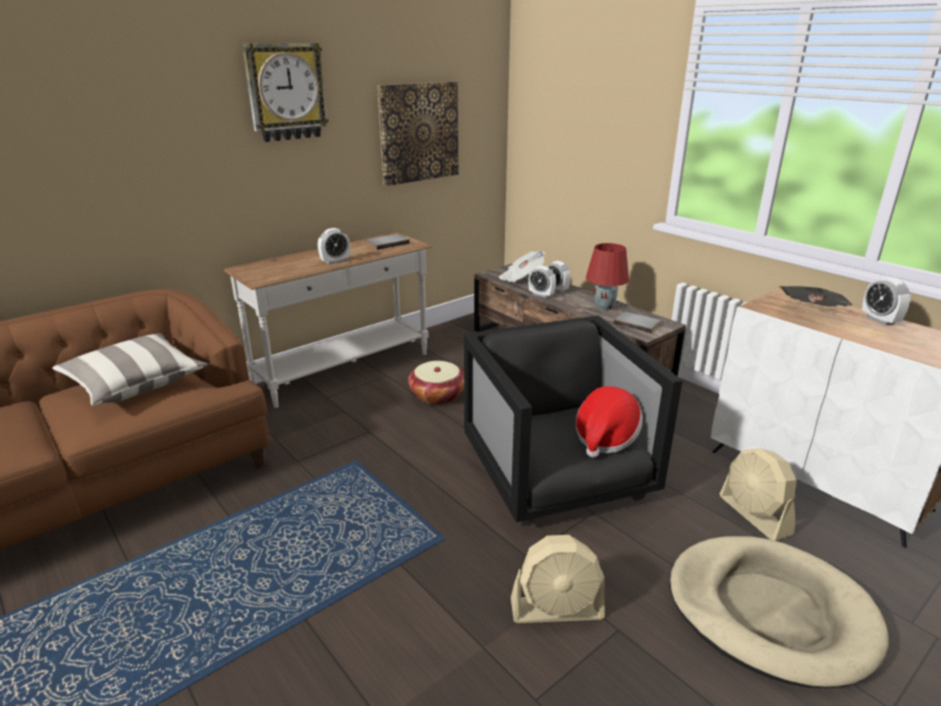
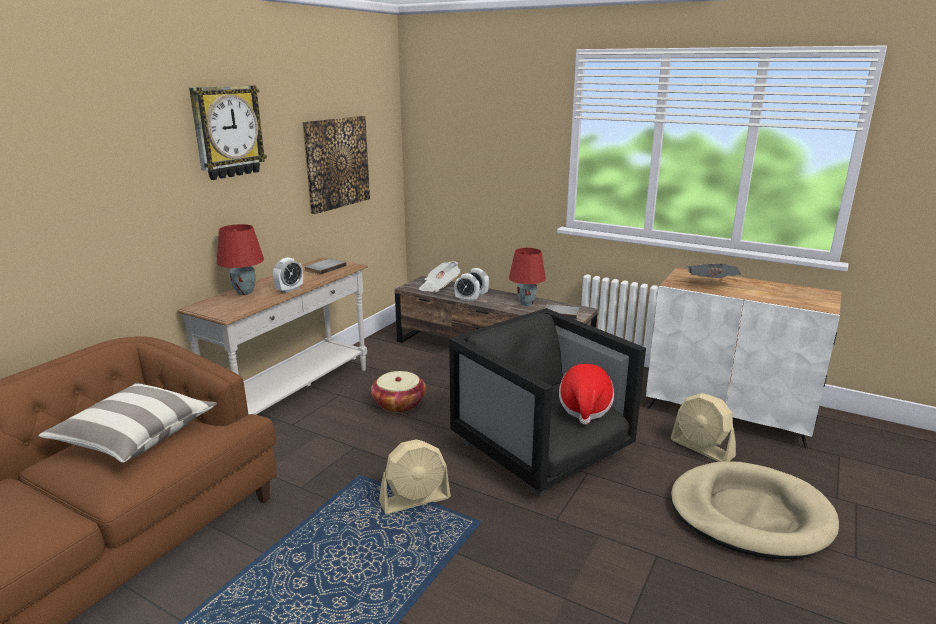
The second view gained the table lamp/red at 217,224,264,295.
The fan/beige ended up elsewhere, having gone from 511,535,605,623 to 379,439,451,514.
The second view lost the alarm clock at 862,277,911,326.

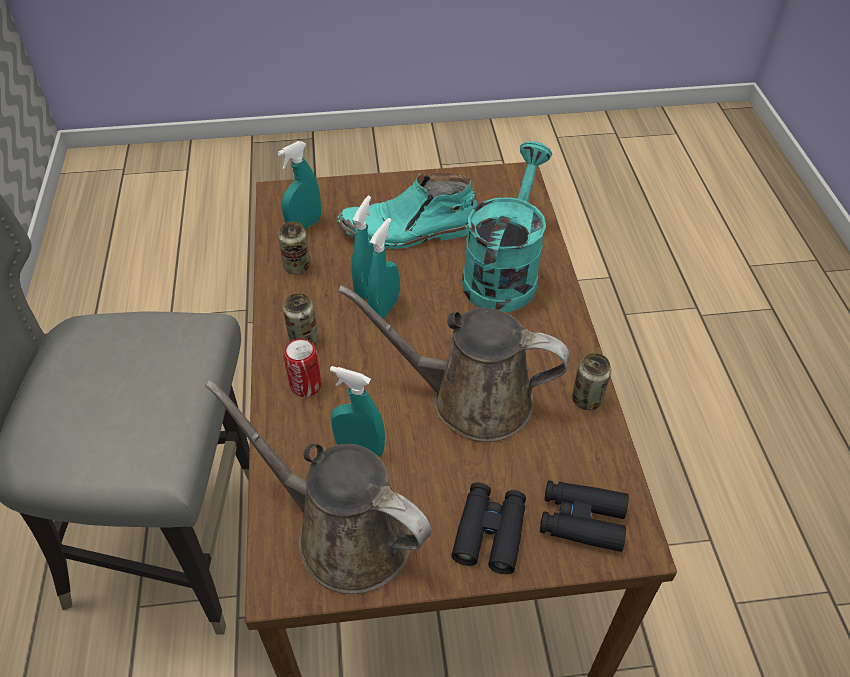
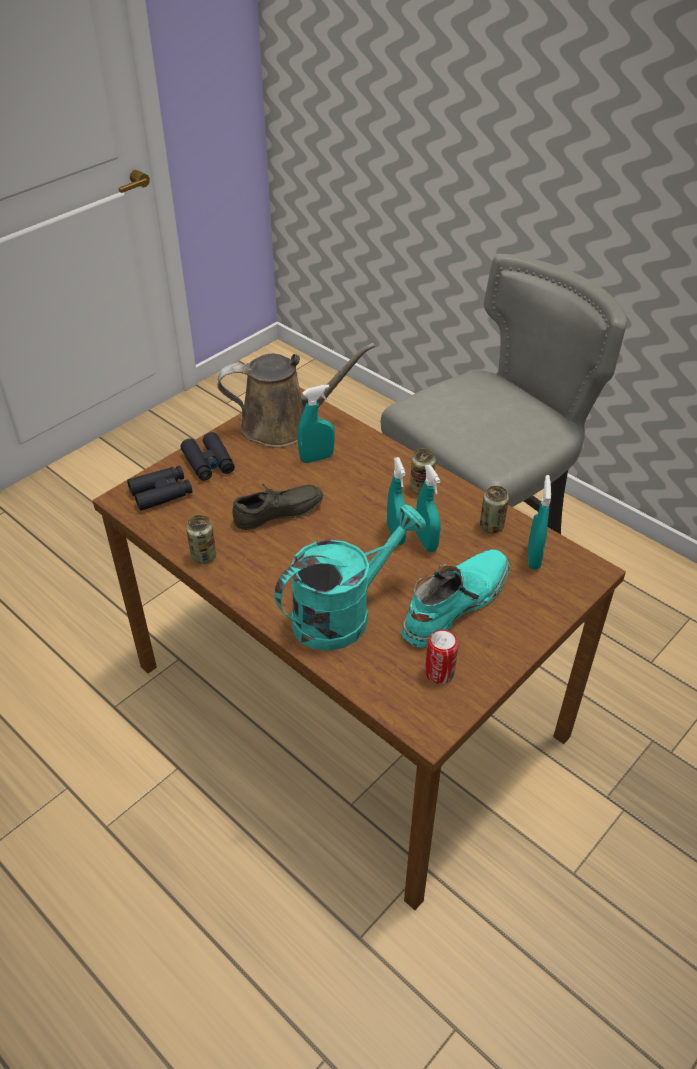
Where the watering can/brown stood at 338,285,570,442, the shoe/grey came to stand at 232,483,323,530.
The watering can/turquoise at 462,141,552,312 ended up facing another way, 105 degrees counterclockwise from before.
The can ended up elsewhere, having gone from 284,338,321,397 to 425,629,458,684.

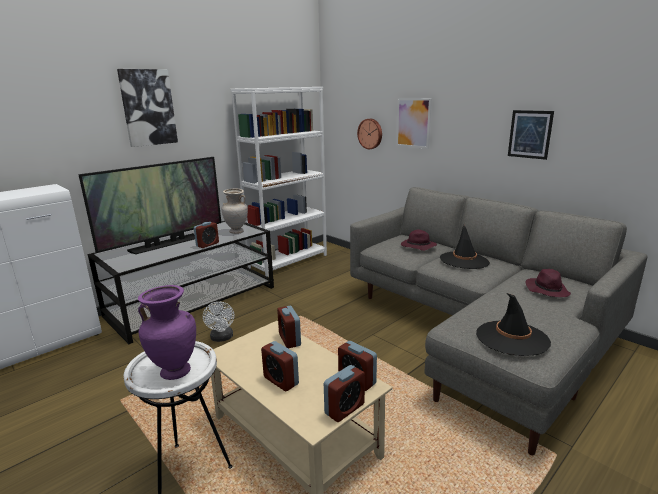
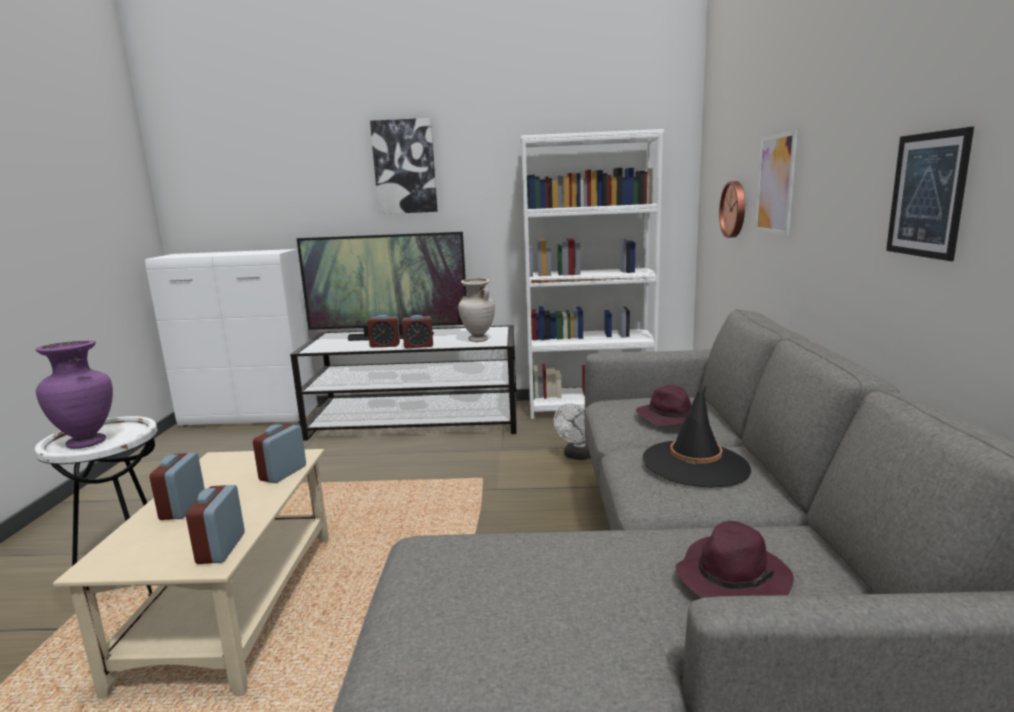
The alarm clock ended up elsewhere, having gone from 324,365,365,422 to 367,315,400,348.
The fan/white ended up elsewhere, having gone from 203,302,234,342 to 554,403,591,460.
The second view lost the hat/black at 476,293,551,356.

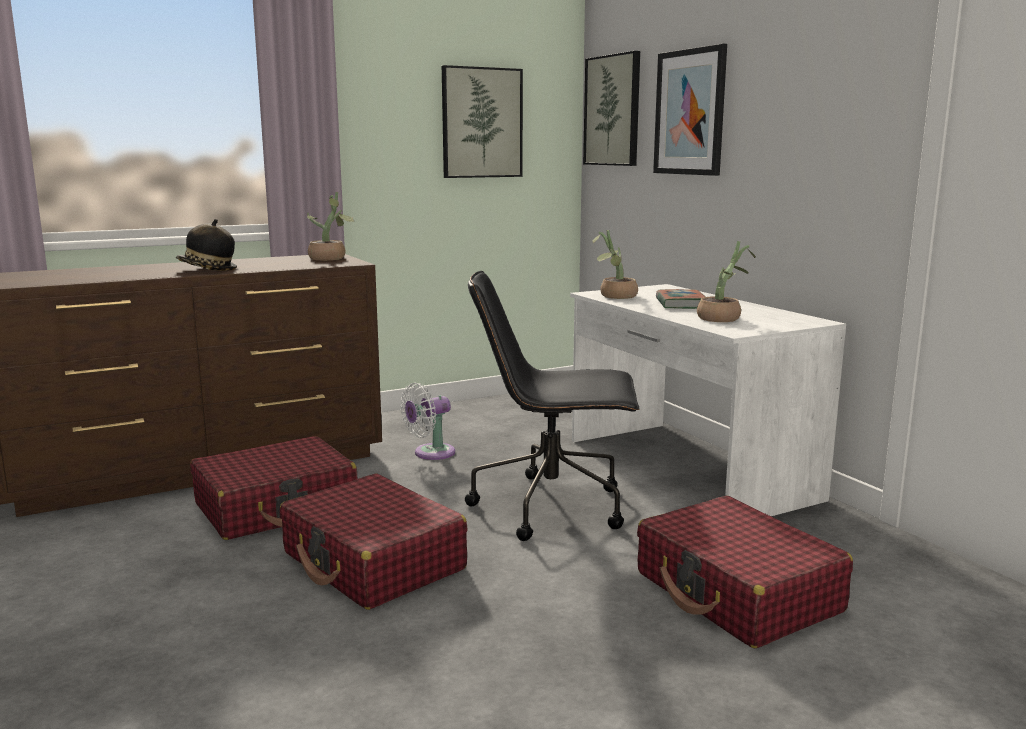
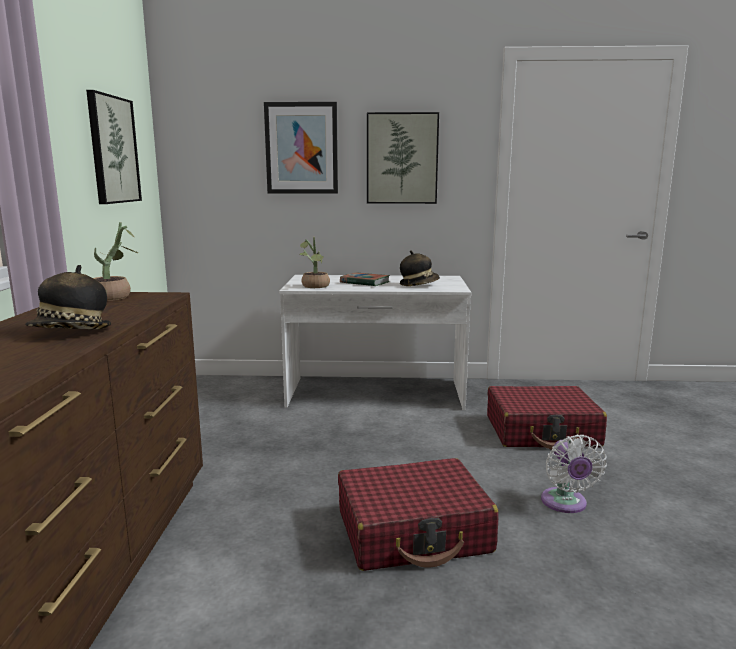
The picture ended up elsewhere, having gone from 583,51,640,166 to 367,112,439,204.
Where the potted plant stood at 697,241,756,322, the hat came to stand at 400,250,440,286.
The fan/white ended up elsewhere, having gone from 401,383,455,460 to 541,435,607,513.
The second view lost the suitcase/red at 190,436,358,540.
The second view lost the office chair/black at 465,271,640,541.

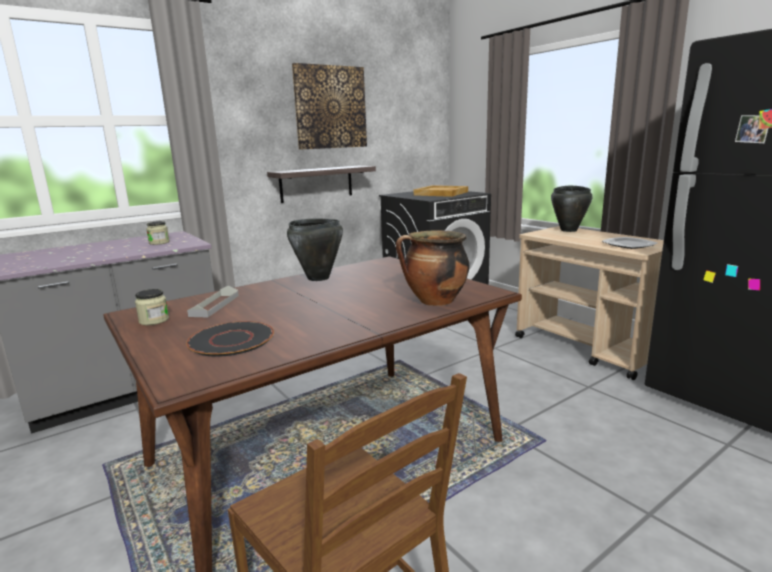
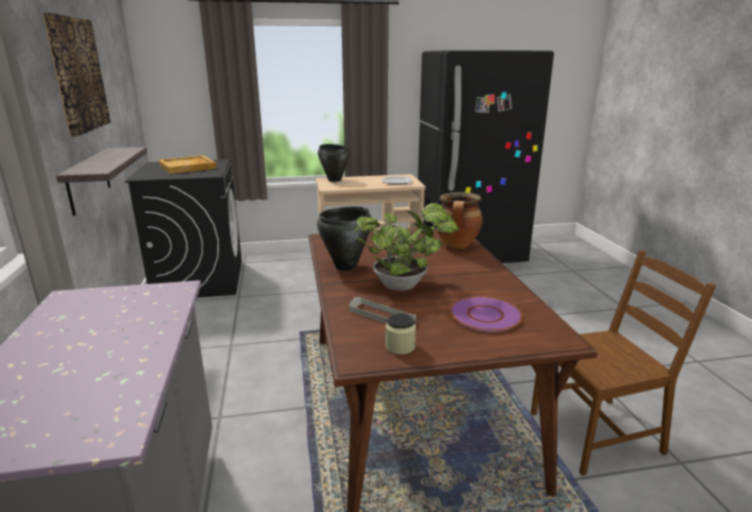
The second view gained the potted plant at 354,203,459,291.
What was the plate/black at 186,321,274,357 turned into the plate/purple at 450,296,522,332.
The second view lost the jar at 146,221,170,245.

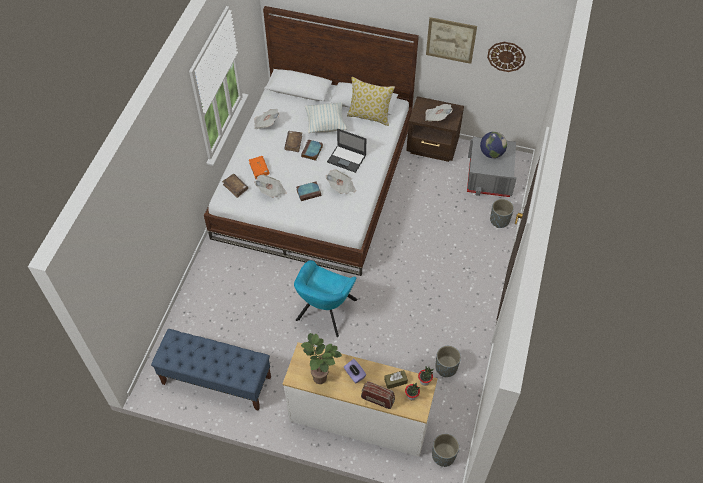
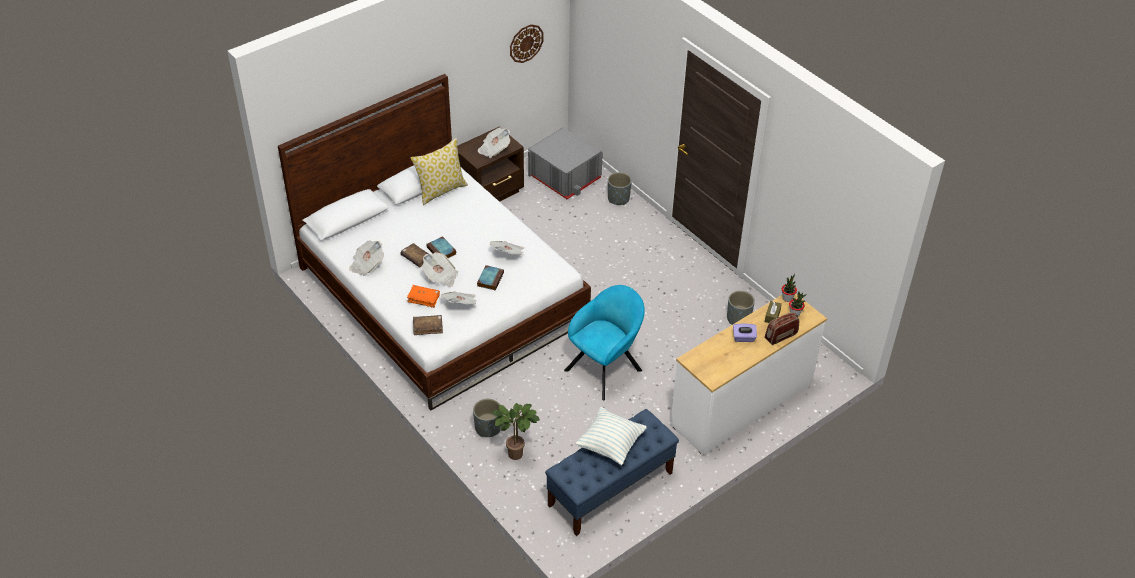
The second view gained the newspaper at 422,253,458,287.
The planter/grey ended up elsewhere, having gone from 432,434,459,467 to 473,399,501,437.
The potted plant ended up elsewhere, having gone from 301,333,342,384 to 492,403,540,460.
The armchair/turquoise at 294,260,358,337 ended up facing another way, 105 degrees counterclockwise from before.
The pillow ended up elsewhere, having gone from 305,102,347,133 to 575,407,647,465.
The second view lost the laptop at 327,128,366,173.
The second view lost the picture at 426,17,477,64.
The second view lost the globe at 480,132,507,158.

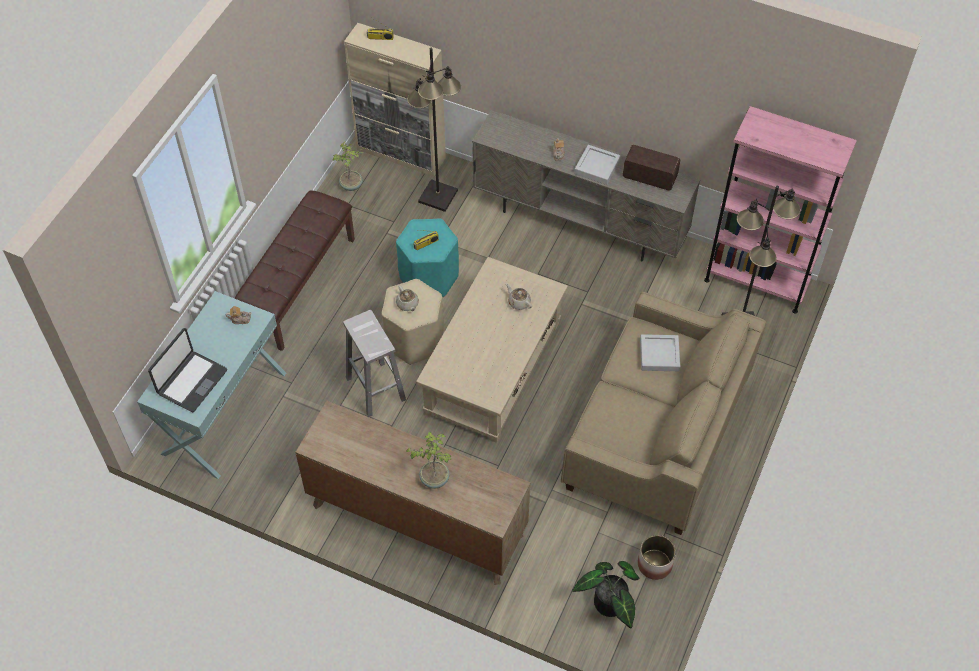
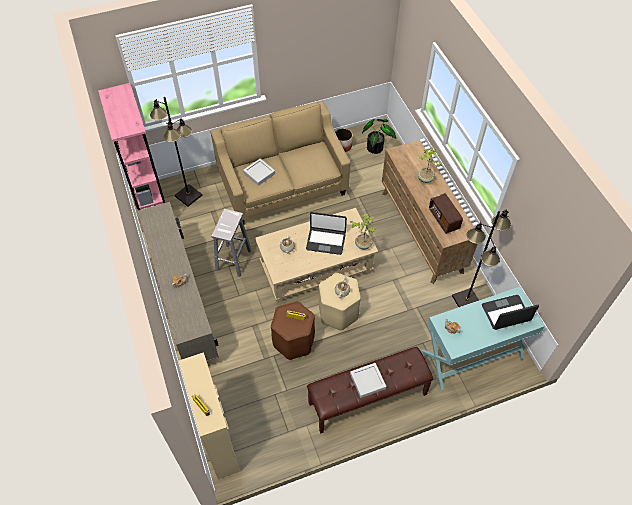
The stool/white ended up elsewhere, having gone from 343,310,406,417 to 211,209,252,277.
What was the stool/turquoise at 396,218,459,297 turned into the stool/brown at 271,301,315,360.
The second view gained the laptop at 306,212,347,255.
The potted plant ended up elsewhere, having gone from 332,141,366,191 to 350,213,376,249.
The tray/grey ended up elsewhere, having gone from 574,145,620,185 to 350,363,386,398.
The radio ended up elsewhere, having gone from 623,145,680,191 to 429,193,463,234.
The floor lamp/black ended up elsewhere, having gone from 407,48,461,212 to 452,210,511,307.

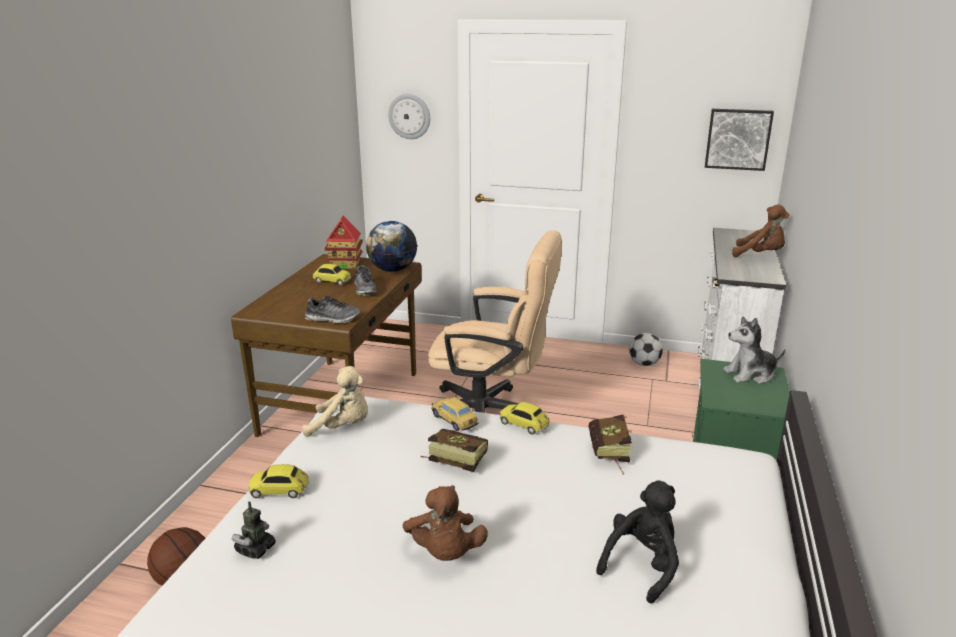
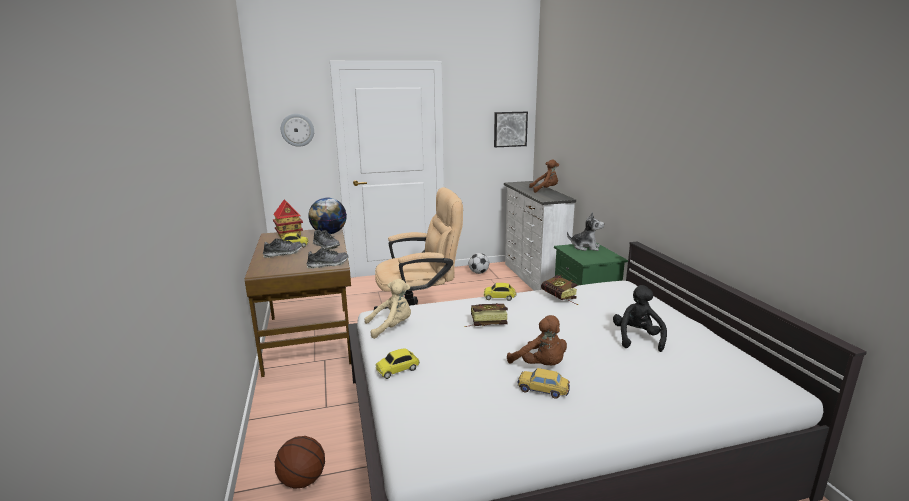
The second view gained the shoe at 263,238,302,258.
The toy car ended up elsewhere, having gone from 431,397,478,431 to 517,368,570,399.
The plush toy at 723,316,785,384 ended up facing another way, 120 degrees counterclockwise from before.
The second view lost the toy robot at 232,502,276,559.

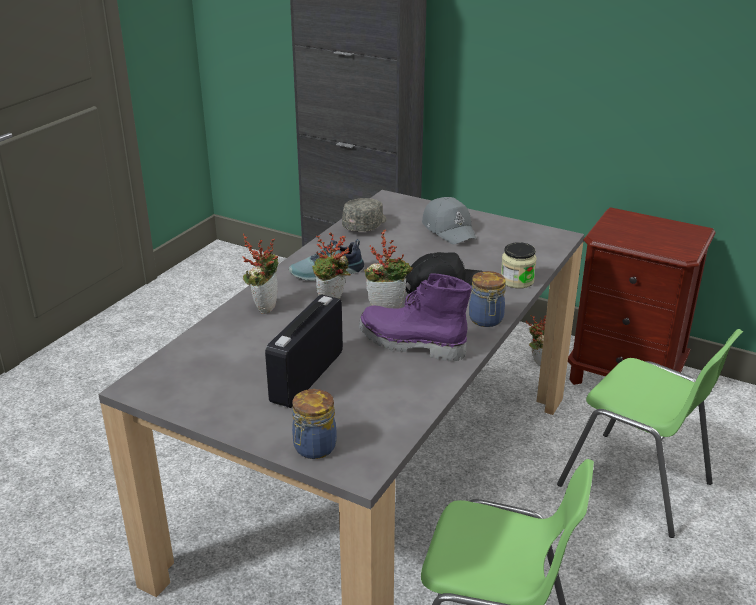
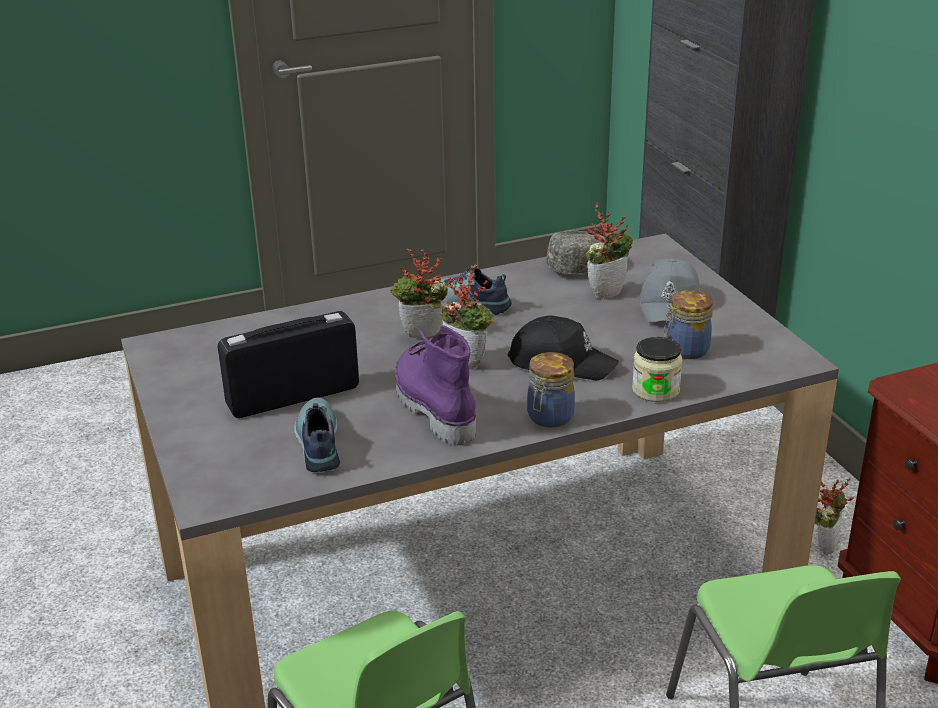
The second view gained the shoe at 294,398,340,472.
The potted plant ended up elsewhere, having gone from 243,234,279,314 to 586,202,633,300.
The jar ended up elsewhere, having gone from 292,389,337,459 to 664,290,713,359.

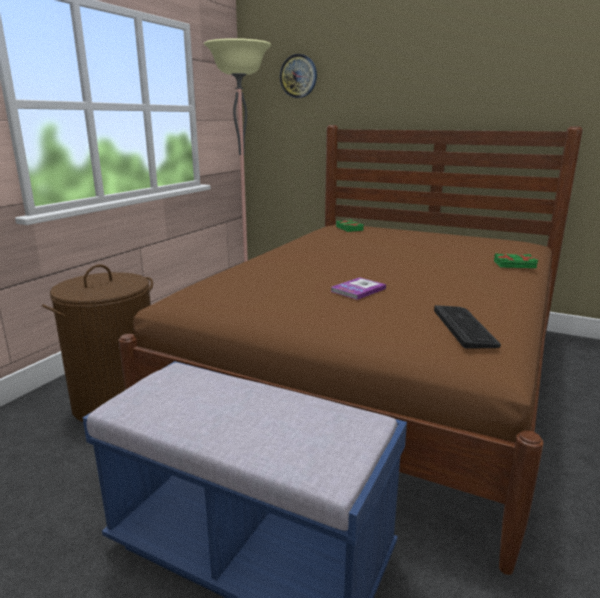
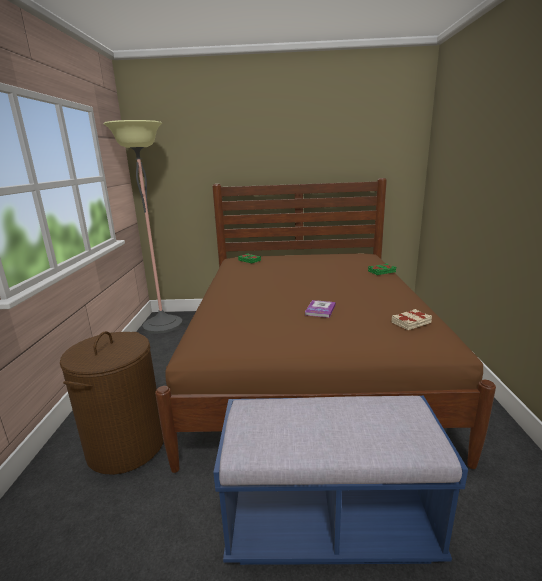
Where the keyboard stood at 434,305,501,349, the book/beige came to stand at 392,309,432,330.
The second view lost the wall clock at 280,54,317,98.

